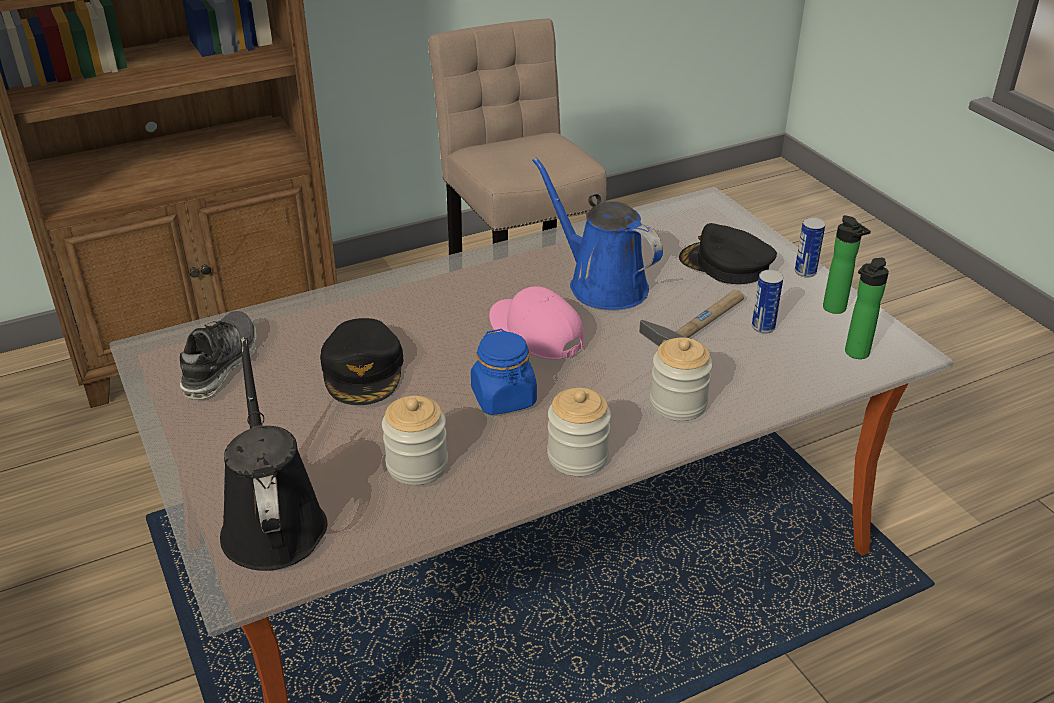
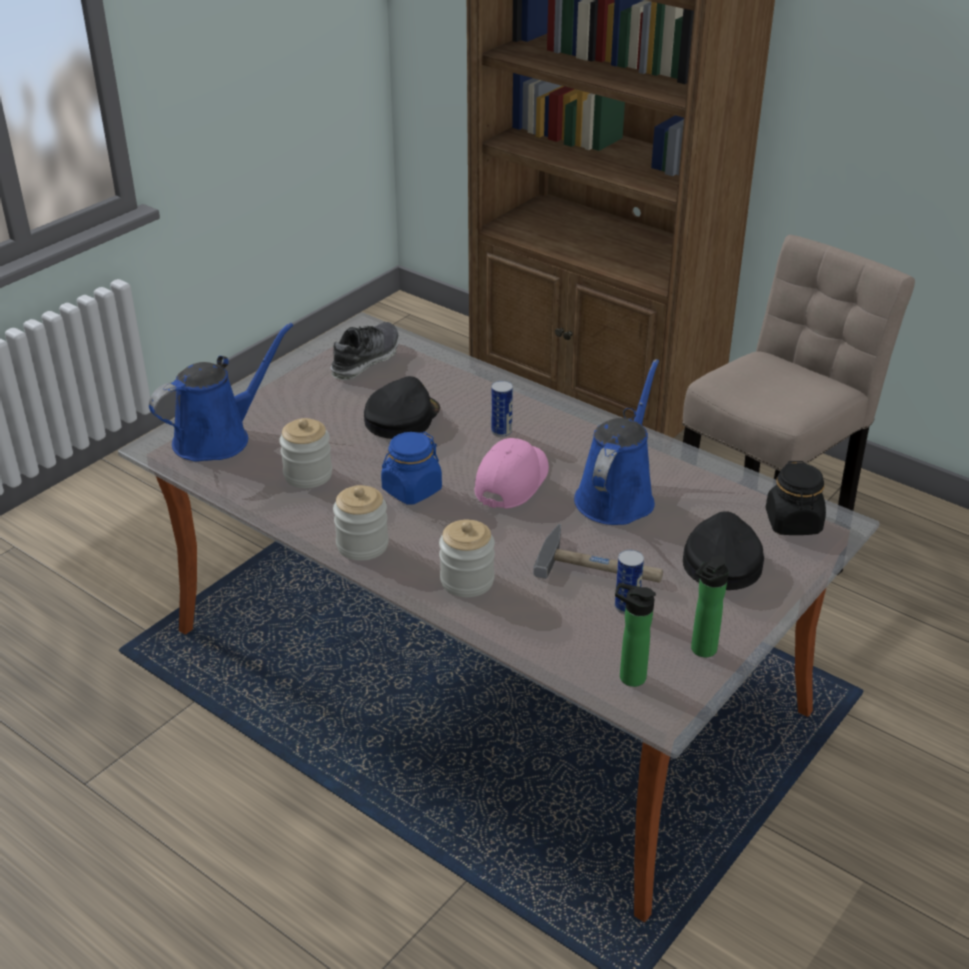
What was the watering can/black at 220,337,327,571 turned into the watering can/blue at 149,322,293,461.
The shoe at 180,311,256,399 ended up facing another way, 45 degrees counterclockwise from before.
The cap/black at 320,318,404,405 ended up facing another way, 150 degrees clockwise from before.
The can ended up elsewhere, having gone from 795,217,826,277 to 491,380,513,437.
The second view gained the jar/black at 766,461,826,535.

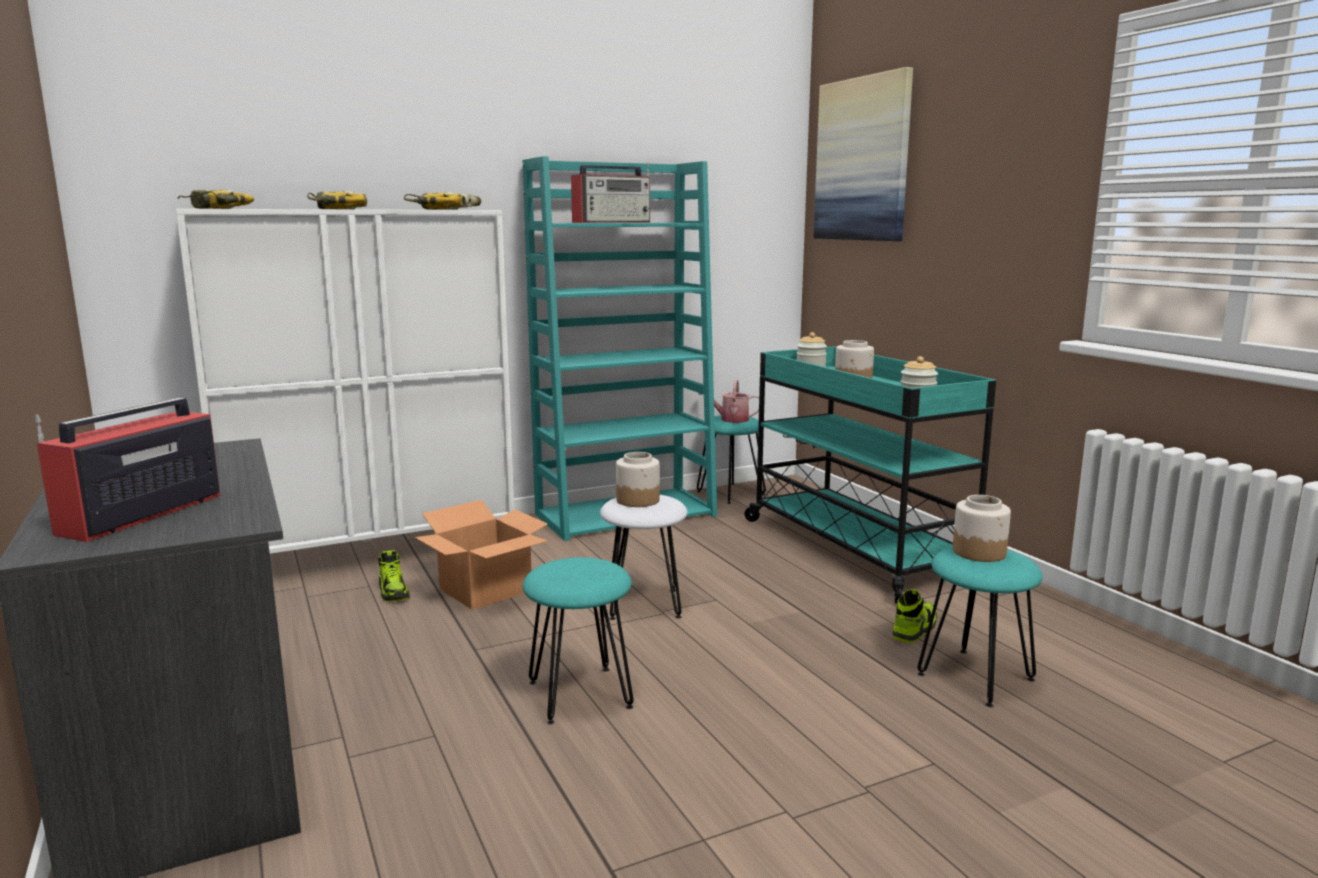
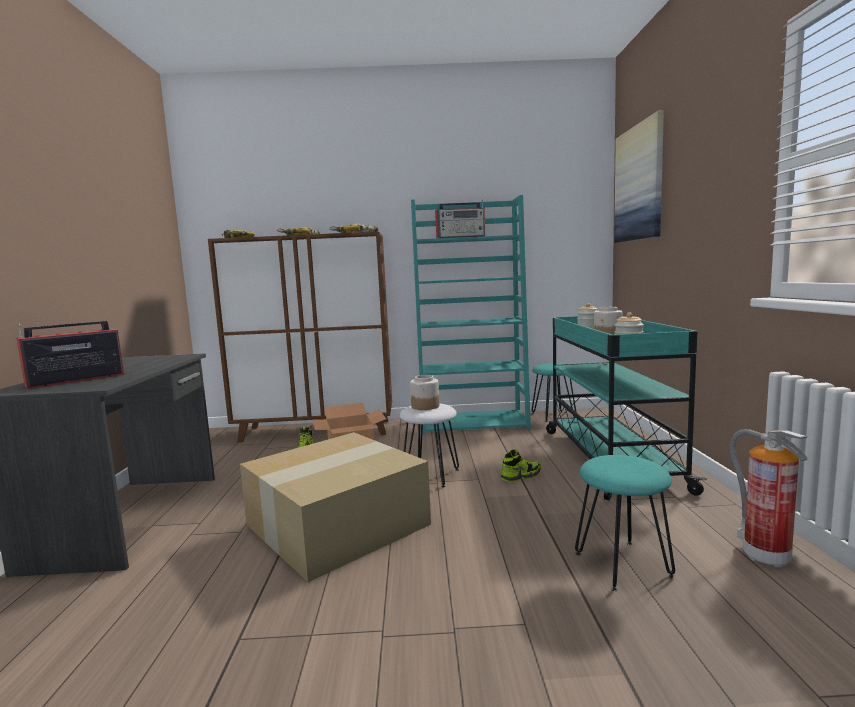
What was the cabinet/white at 176,209,514,554 turned into the cabinet/brown at 208,231,392,443.
Where the stool/turquoise stood at 522,557,634,725, the cardboard box came to stand at 240,432,431,582.
The shoe ended up elsewhere, having gone from 893,589,937,643 to 501,449,541,482.
The second view gained the fire extinguisher at 730,429,808,567.
The second view lost the watering can at 699,379,759,423.
The second view lost the jar at 953,495,1011,562.

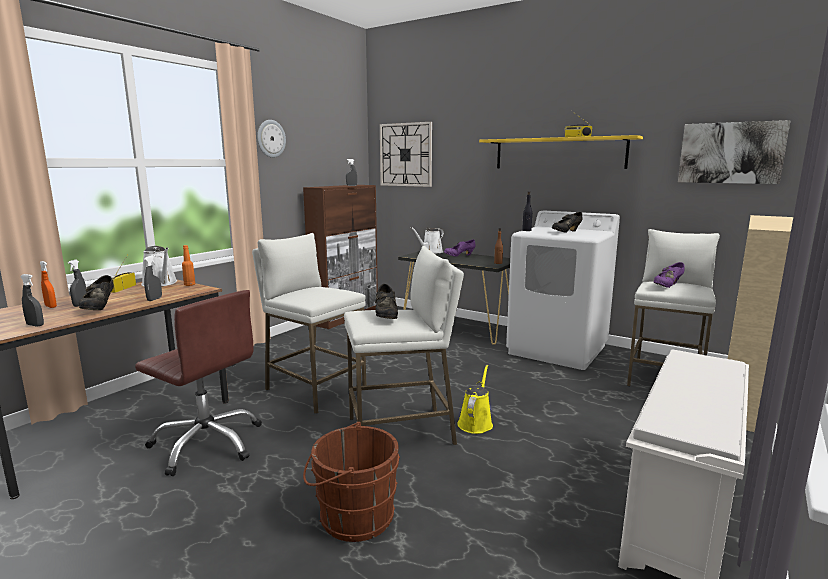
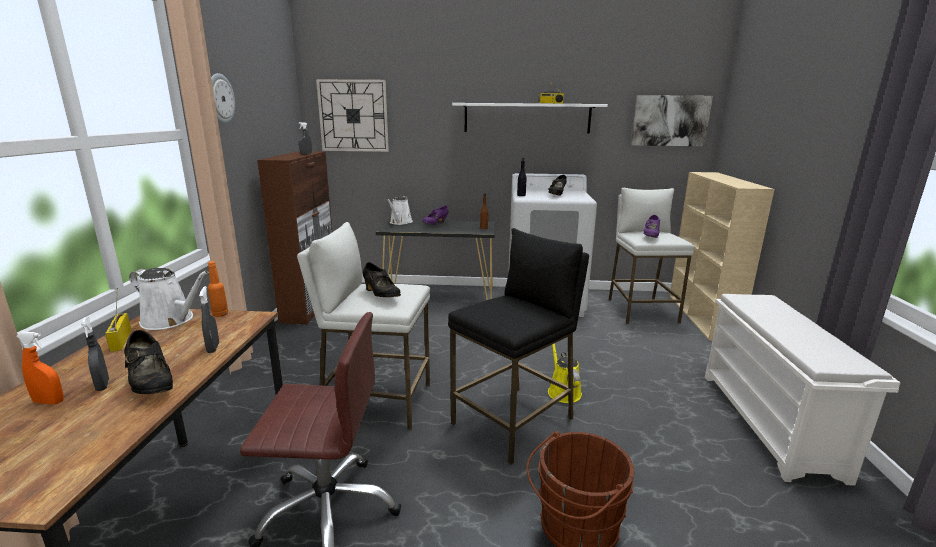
The shoe/black ended up elsewhere, having gone from 375,284,398,319 to 363,262,401,297.
What was the stool/white at 344,246,464,445 turned into the stool/black at 448,228,589,465.
What was the shelf/yellow at 479,135,643,169 turned into the shelf/white at 452,103,608,134.
The second view lost the spray bottle/grey at 20,274,44,327.

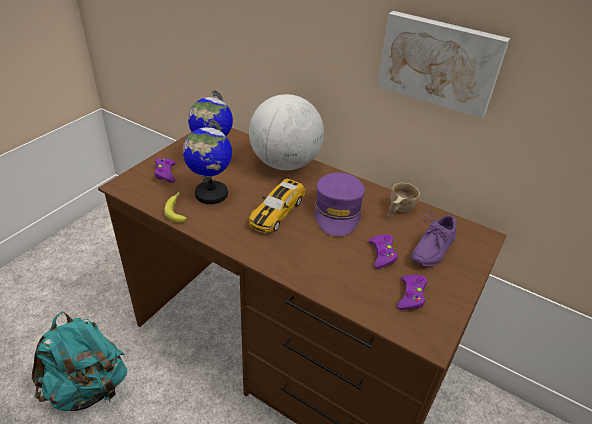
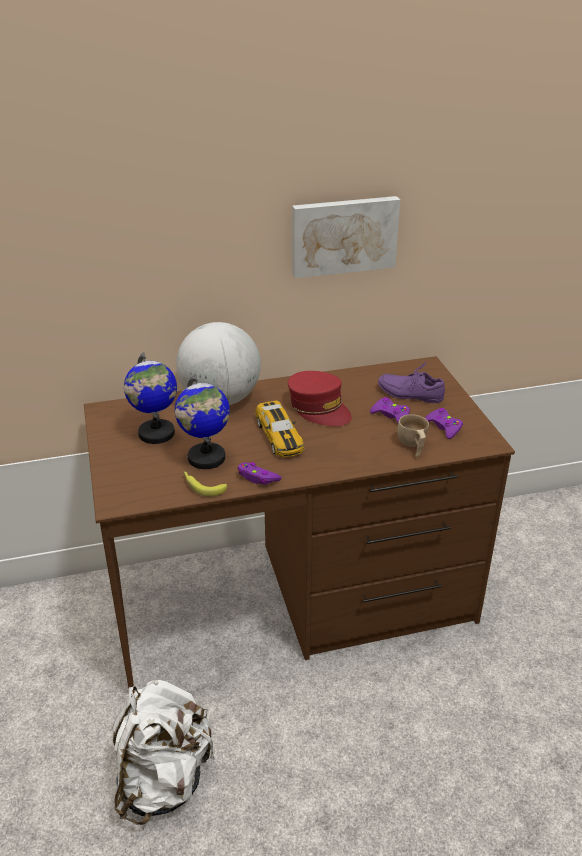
What was the backpack/turquoise at 32,311,127,411 turned into the backpack/white at 112,680,215,825.
The game controller/purple ended up elsewhere, having gone from 154,157,176,183 to 237,462,282,485.
What was the cap/purple at 315,172,365,236 turned into the cap/red at 288,371,352,426.
The shoe/purple at 411,209,457,267 ended up facing another way, 120 degrees clockwise from before.
The cup/beige ended up elsewhere, having gone from 387,183,420,218 to 397,414,429,457.

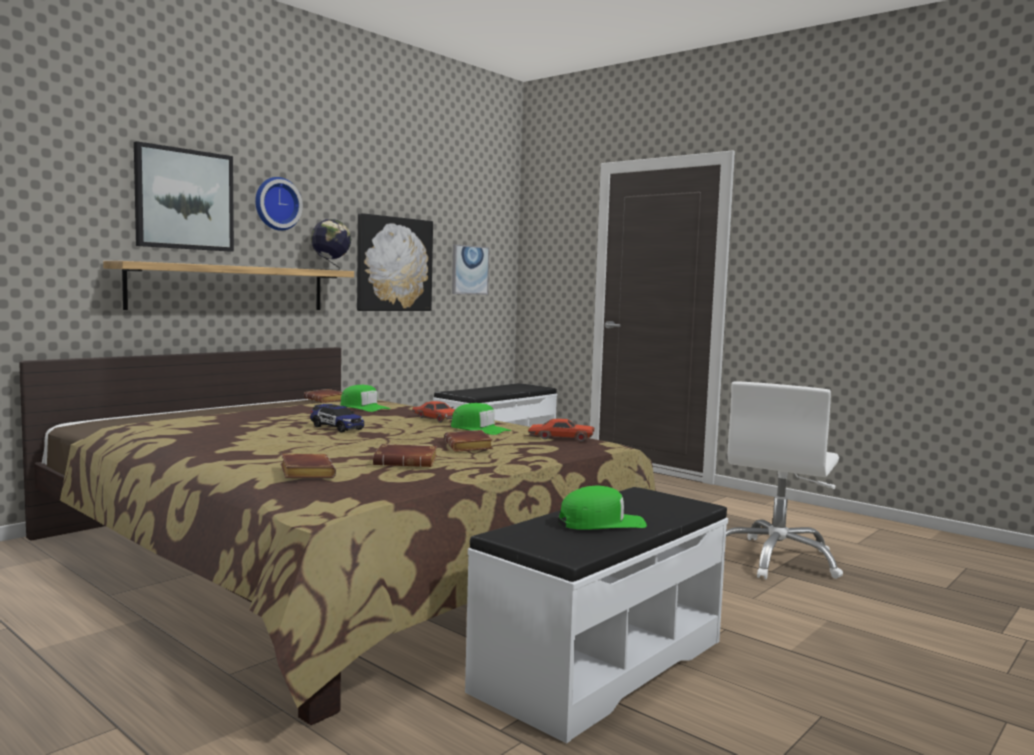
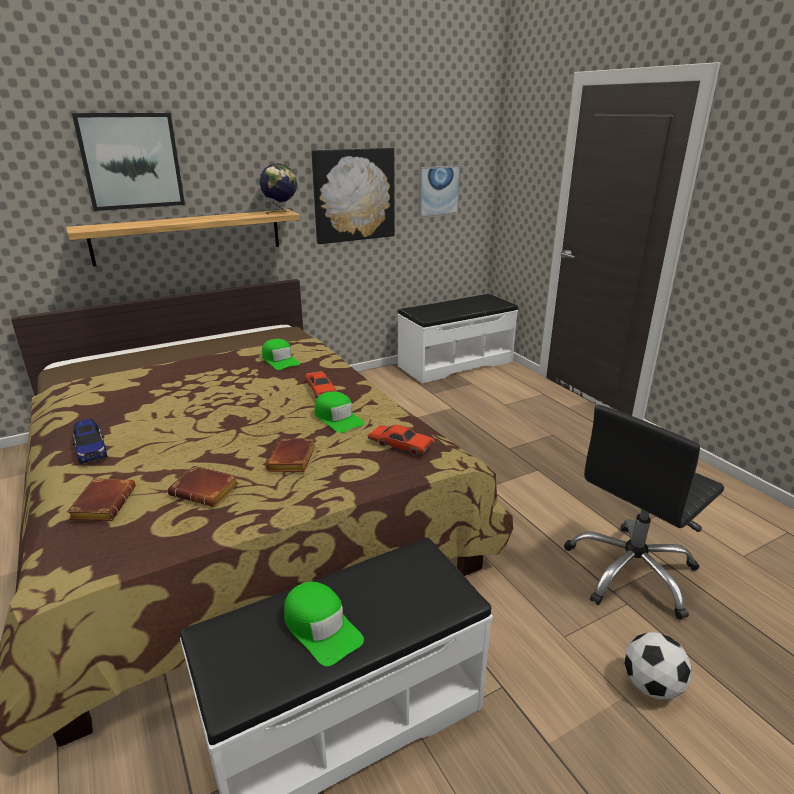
The toy car ended up elsewhere, having gone from 310,403,364,432 to 72,419,107,464.
The cap/green at 558,485,647,530 ended up facing another way, 45 degrees clockwise from before.
What was the office chair/white at 726,381,843,579 turned into the office chair/black at 564,405,724,620.
The second view gained the football at 624,632,692,699.
The second view lost the wall clock at 255,177,303,231.
The second view lost the book/brown at 304,389,342,403.

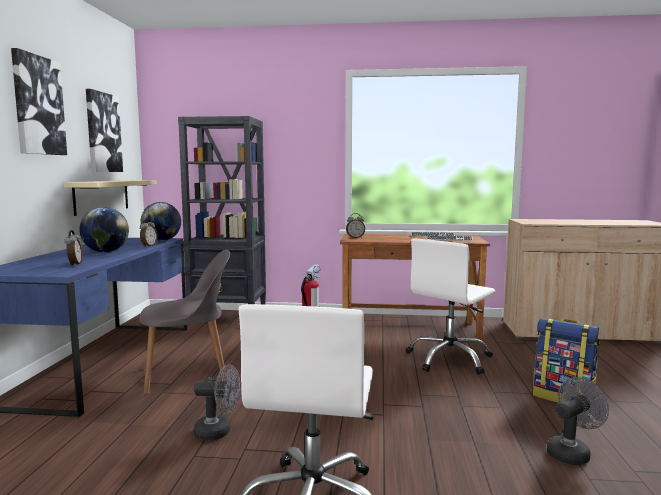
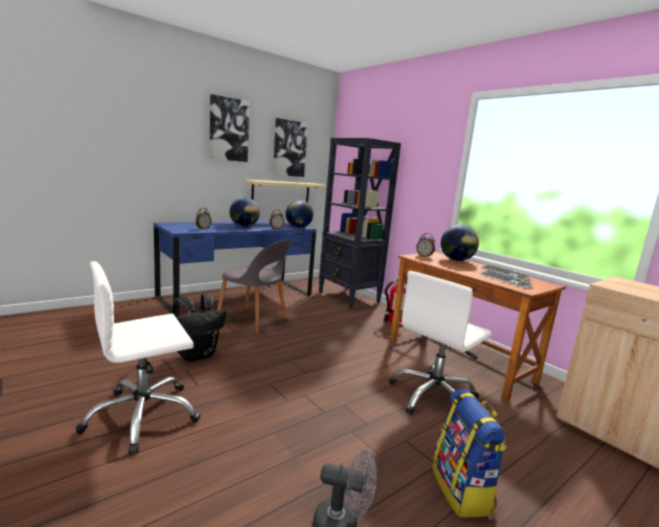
Where the fan/grey stood at 193,364,241,440, the backpack/black came to stand at 172,293,226,362.
The office chair/white at 406,239,496,375 ended up facing another way, 45 degrees counterclockwise from before.
The second view gained the globe at 441,225,479,261.

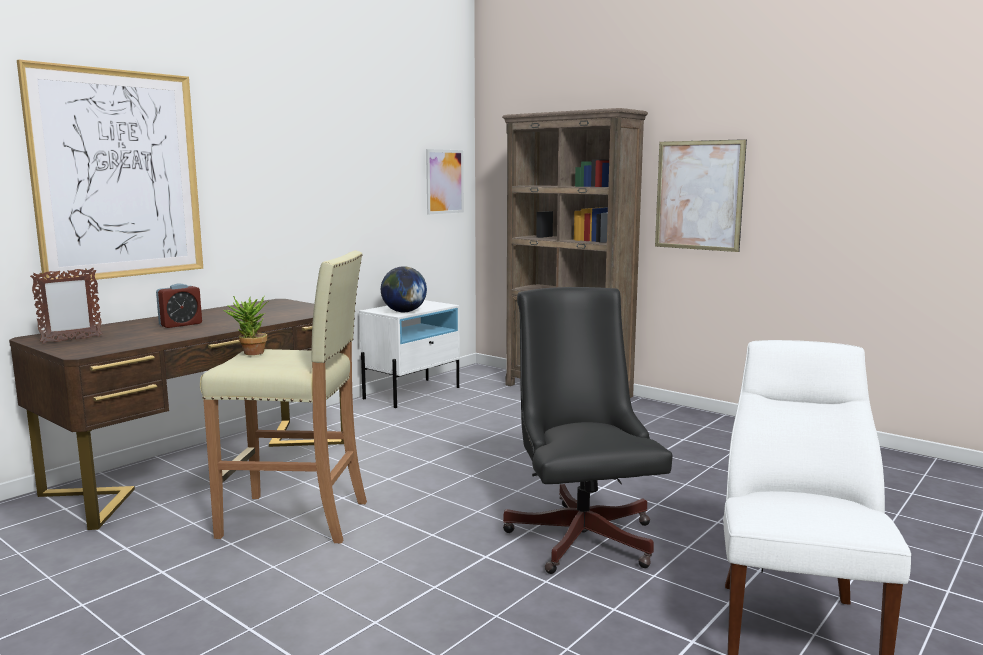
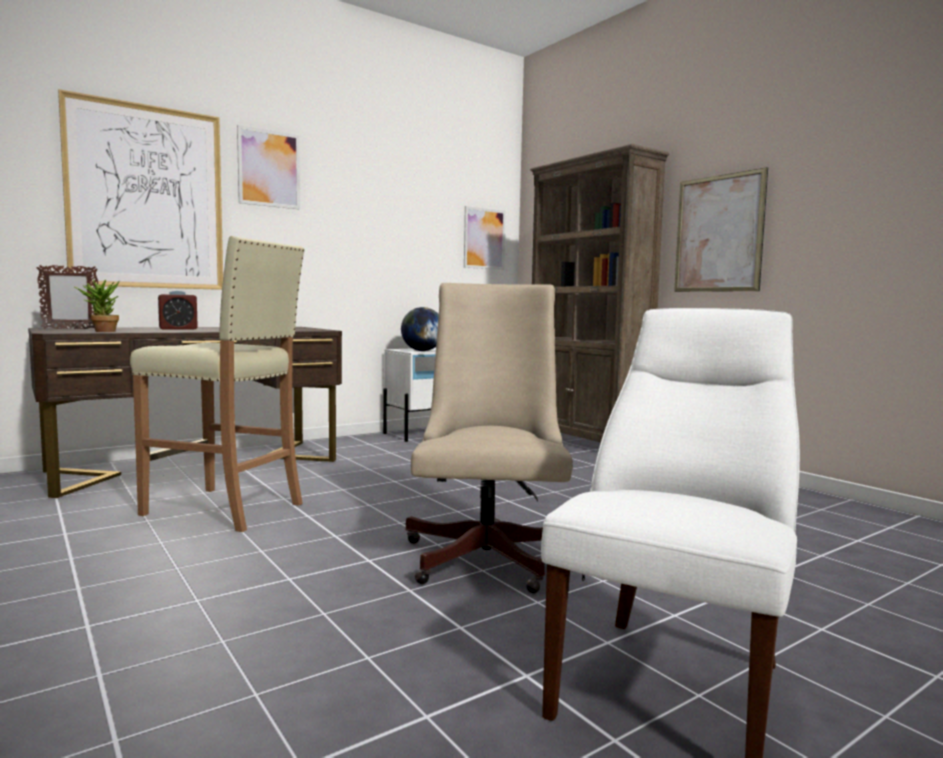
The potted plant ended up elsewhere, having gone from 224,296,269,355 to 75,279,120,332.
The second view gained the picture at 237,125,300,209.
What was the office chair/black at 503,287,673,574 turned into the office chair/beige at 406,283,573,593.

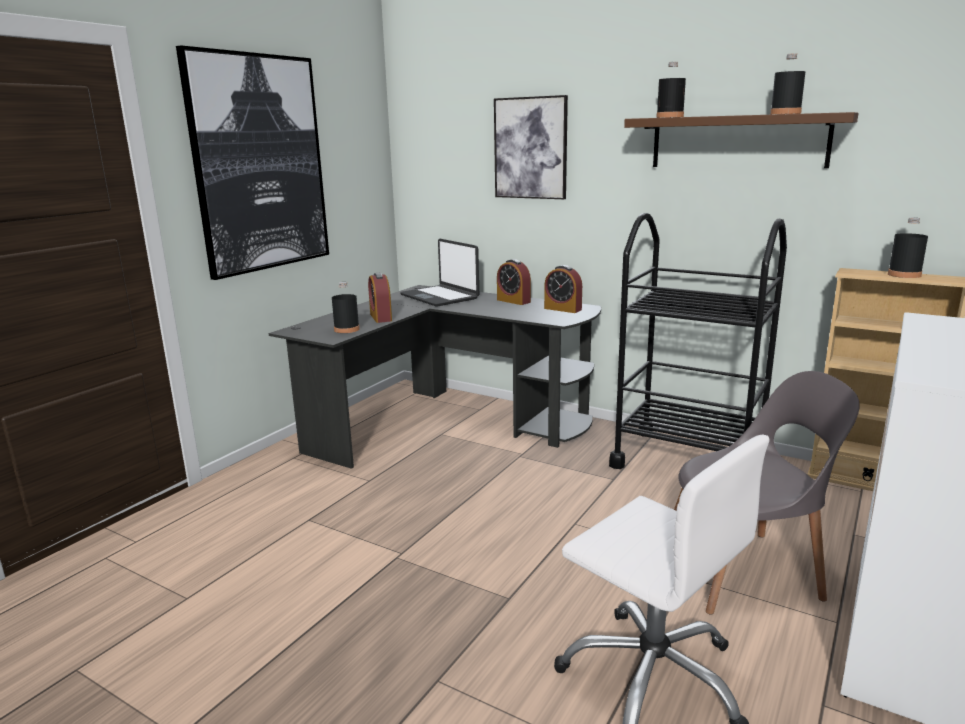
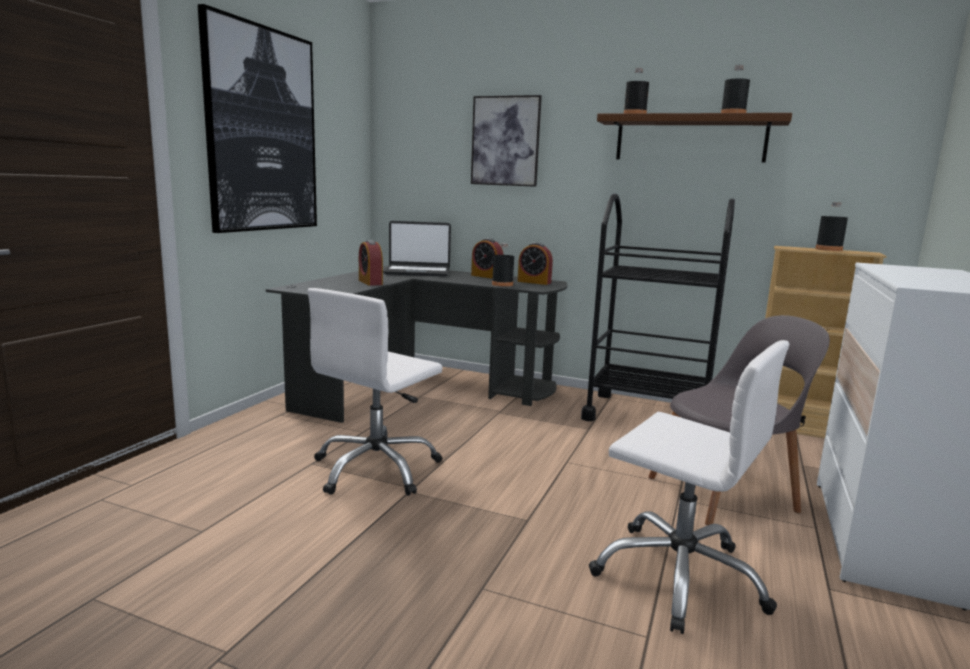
The second view gained the office chair/white at 308,288,443,496.
The laptop at 400,239,479,307 ended up facing another way, 45 degrees counterclockwise from before.
The bottle/black ended up elsewhere, having gone from 332,282,360,333 to 492,243,514,287.

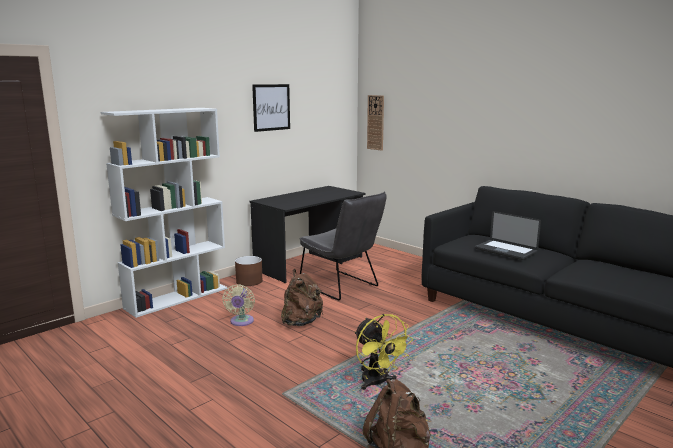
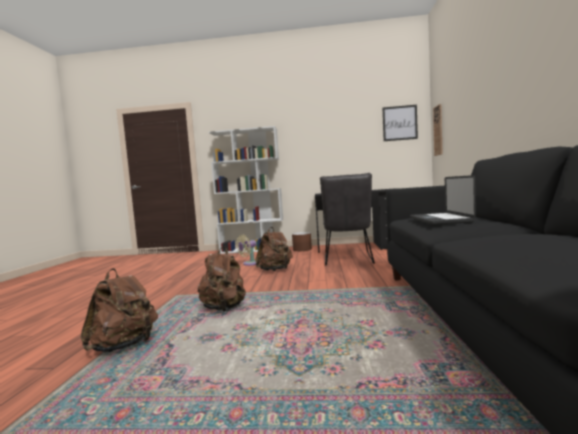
Where the fan/yellow stood at 355,314,413,390, the backpack/brown came to stand at 198,246,246,312.
The picture ended up elsewhere, having gone from 252,84,290,132 to 382,105,418,141.

